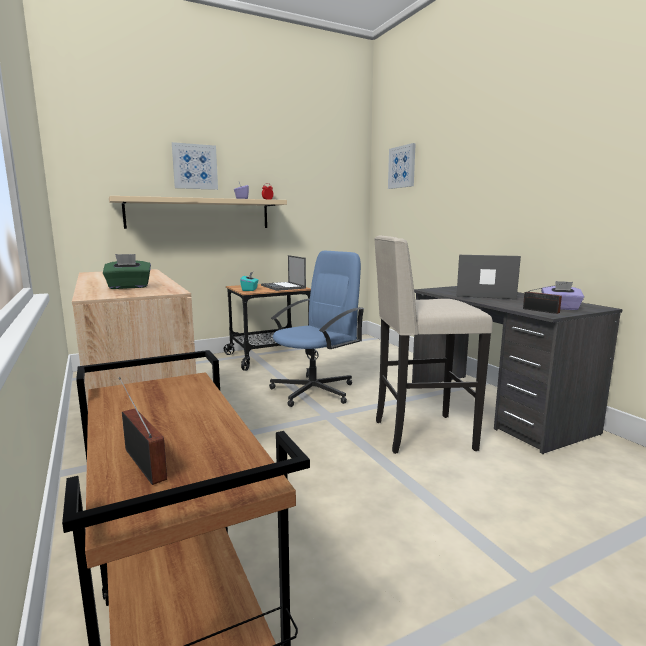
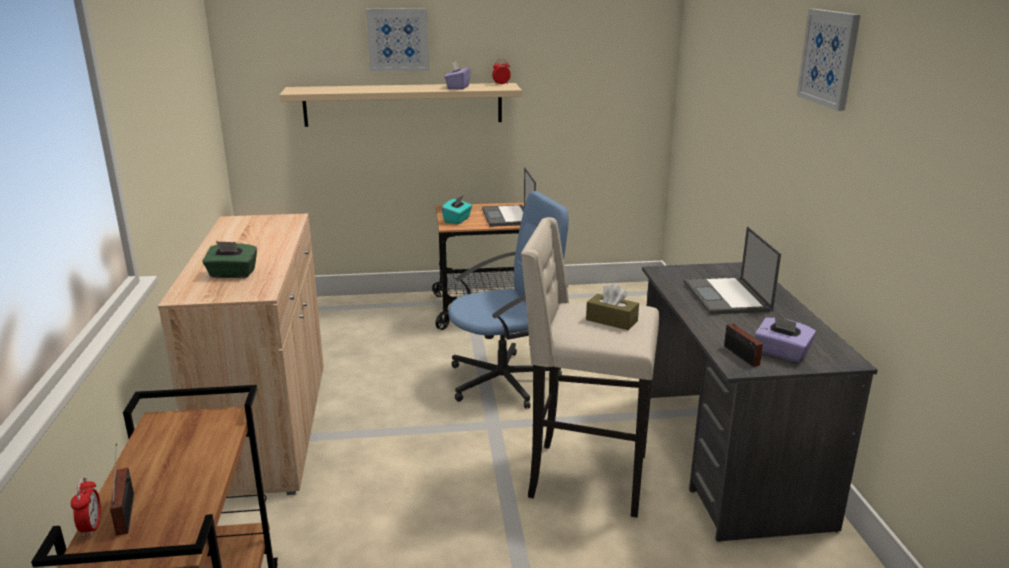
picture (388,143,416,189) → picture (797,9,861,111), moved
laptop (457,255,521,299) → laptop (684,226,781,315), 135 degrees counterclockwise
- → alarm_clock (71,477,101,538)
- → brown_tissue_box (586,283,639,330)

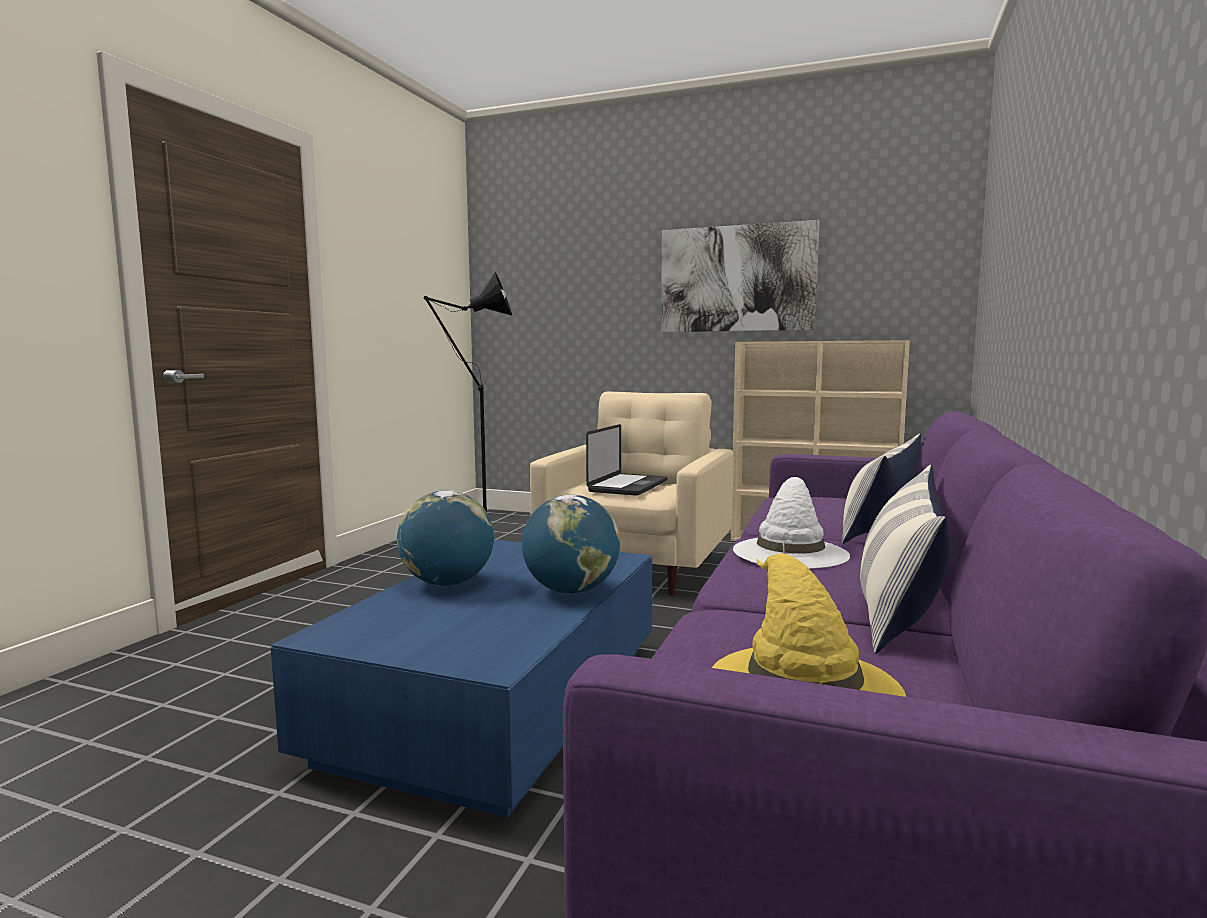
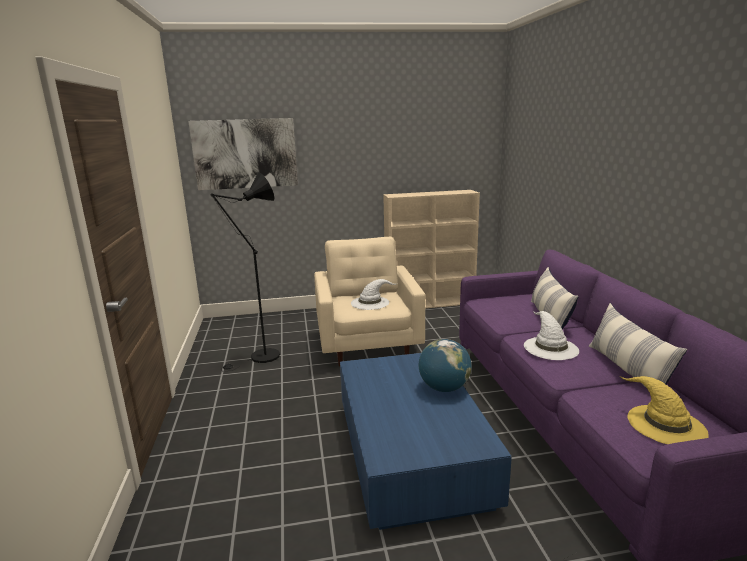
globe (397,490,494,586) → -
laptop (586,424,667,496) → white_hat (351,279,398,310)
picture (661,220,819,332) → picture (188,118,298,190), moved

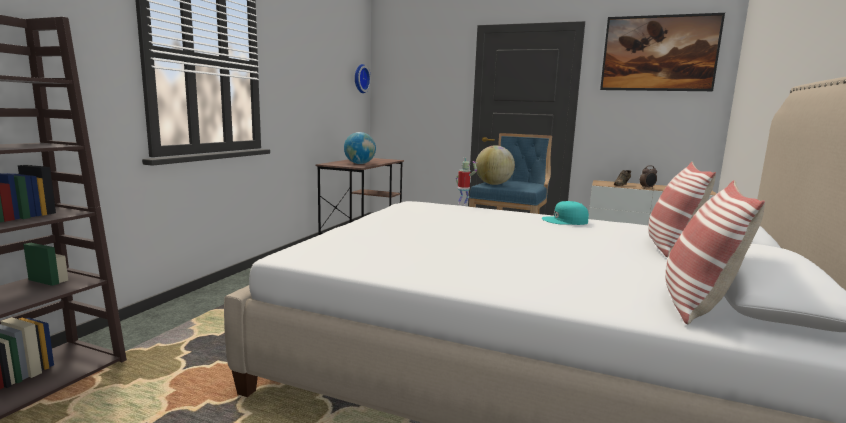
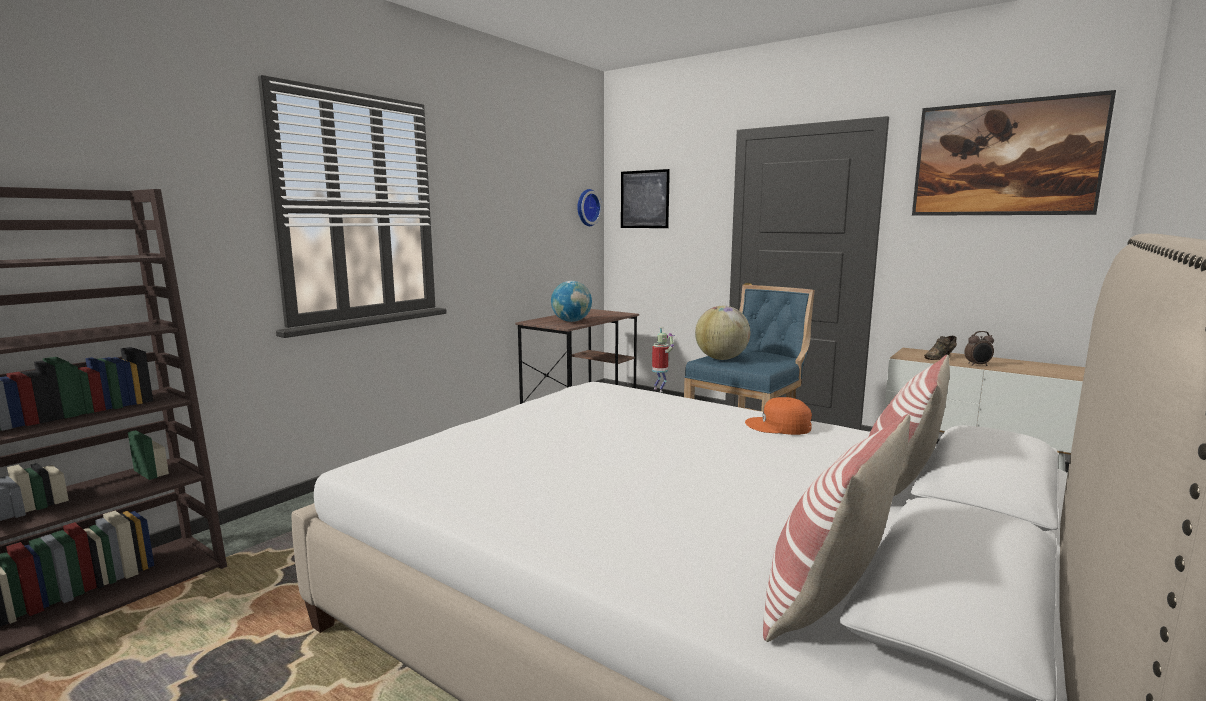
turquoise_cap (542,201,589,225) → orange_cap (745,397,812,435)
- → picture (621,169,670,228)

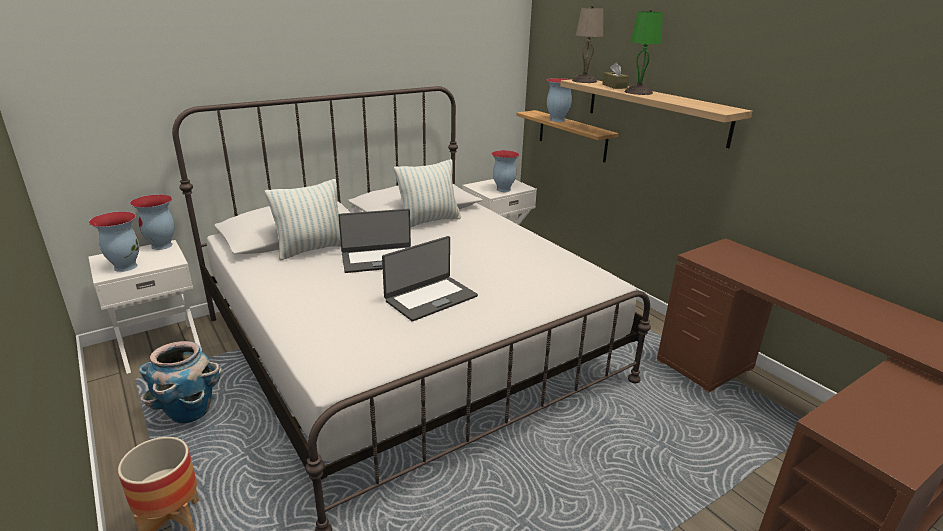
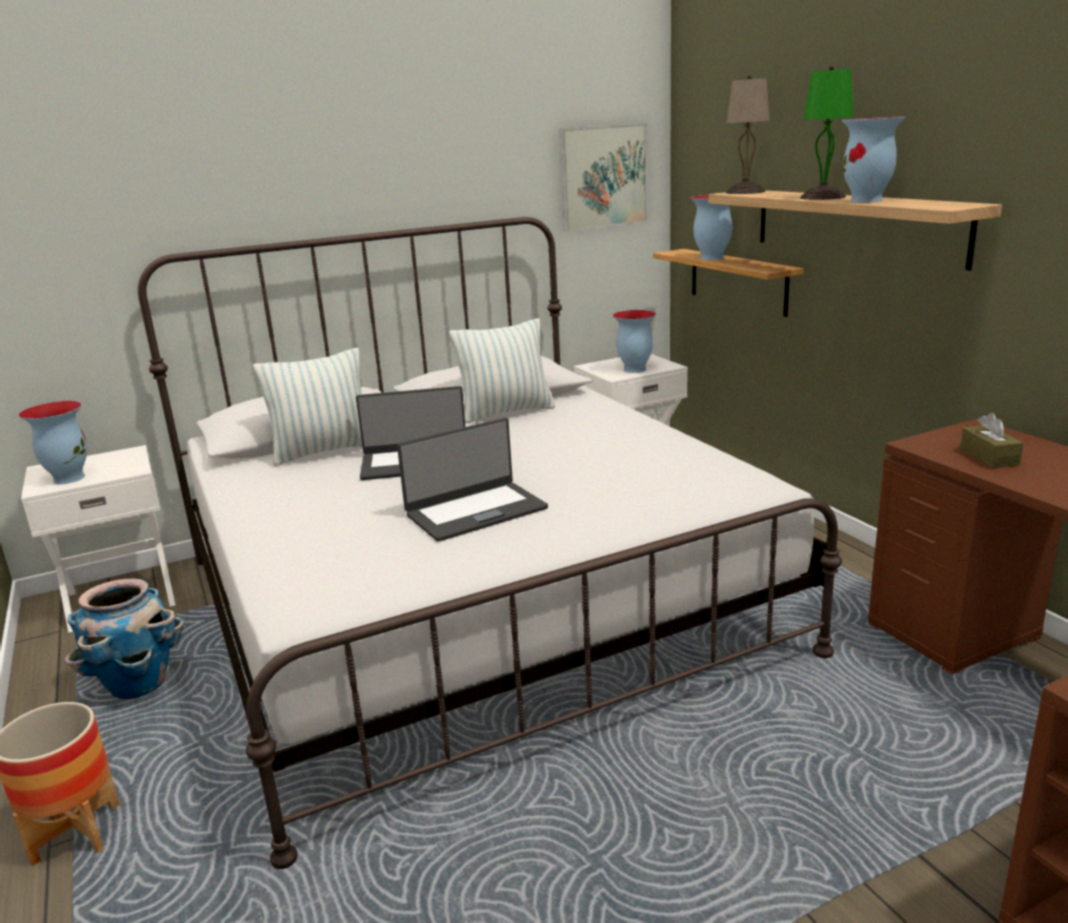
vase (130,194,175,250) → vase (841,117,905,202), moved
brown_tissue_box (602,62,629,89) → brown_tissue_box (960,413,1024,468), moved
- → picture (559,123,648,232)

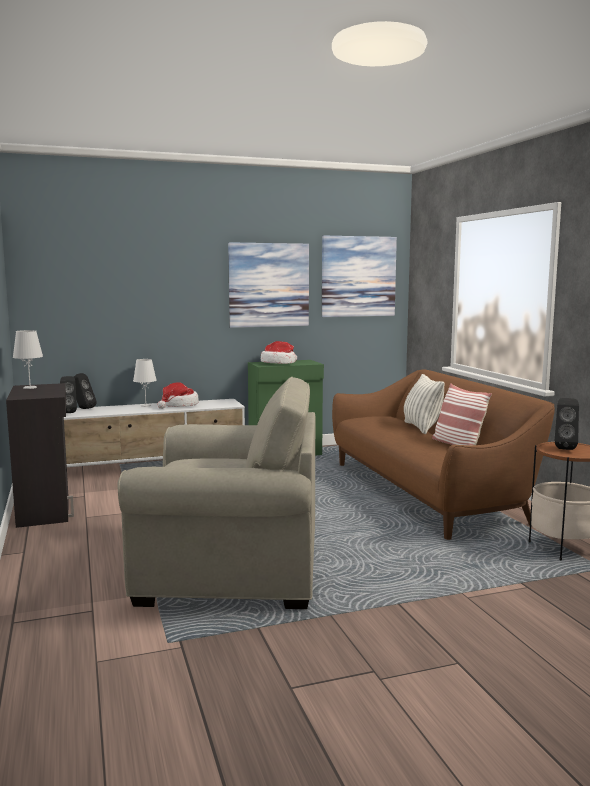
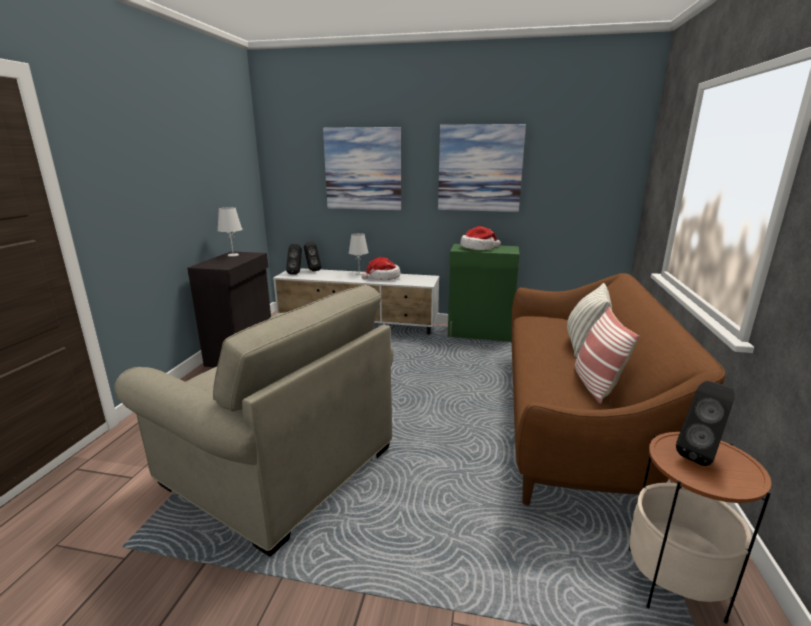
picture (322,236,397,317) → picture (323,127,401,210), moved

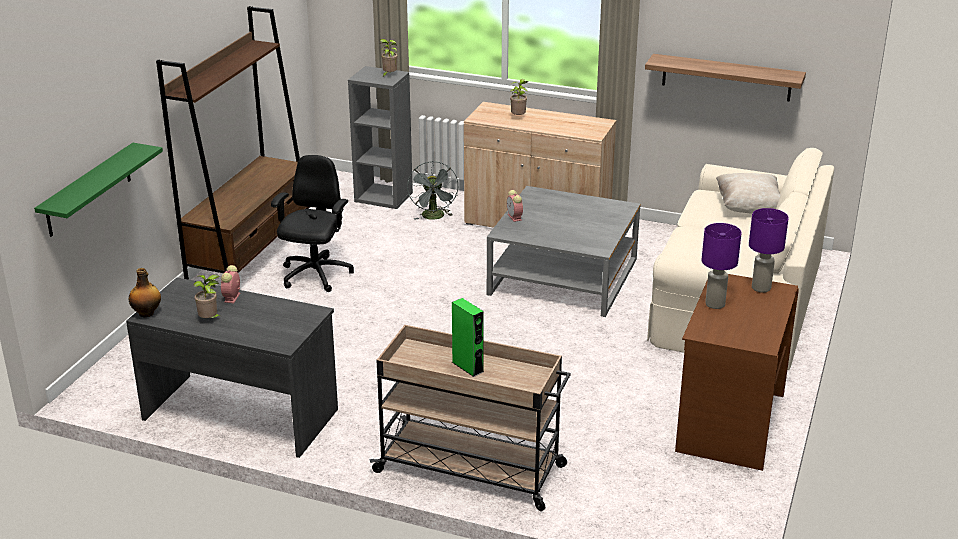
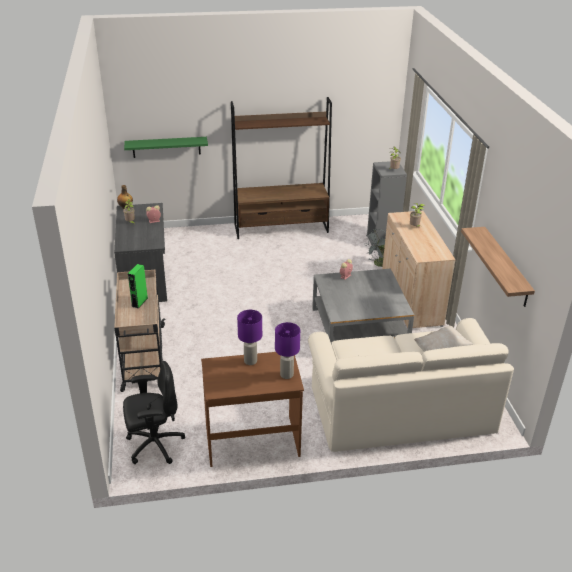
black_office_chair (271,155,354,292) → black_office_chair (123,361,185,464), moved

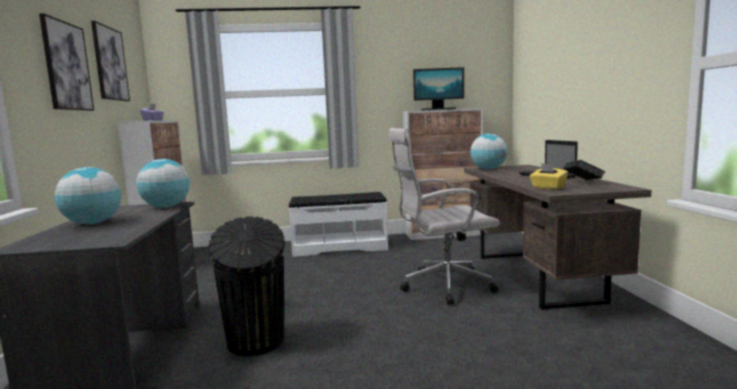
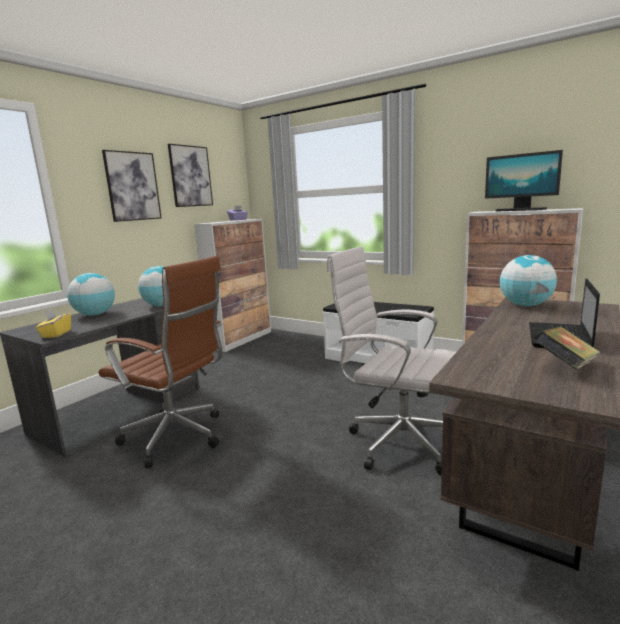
black_trash_can (209,216,285,356) → brown_office_chair (99,256,222,468)
yellow_tissue_box (530,163,568,189) → yellow_tissue_box (36,309,71,338), moved

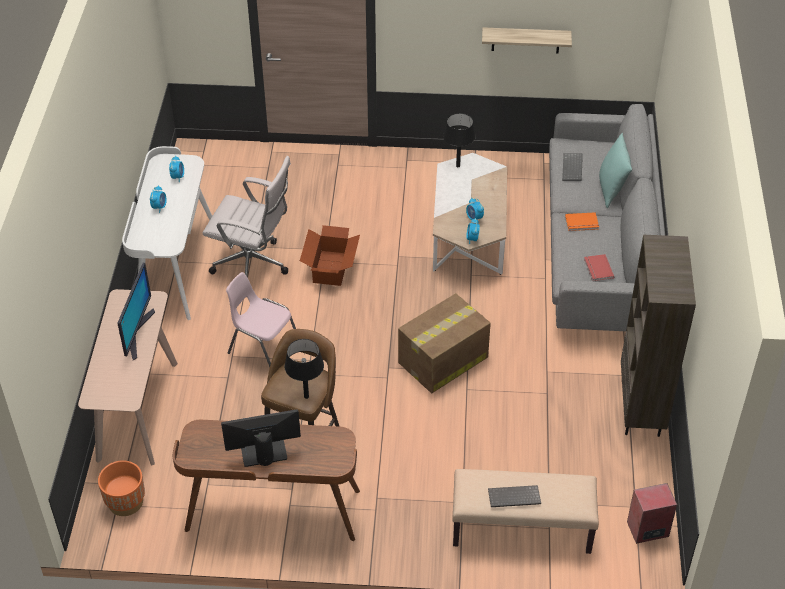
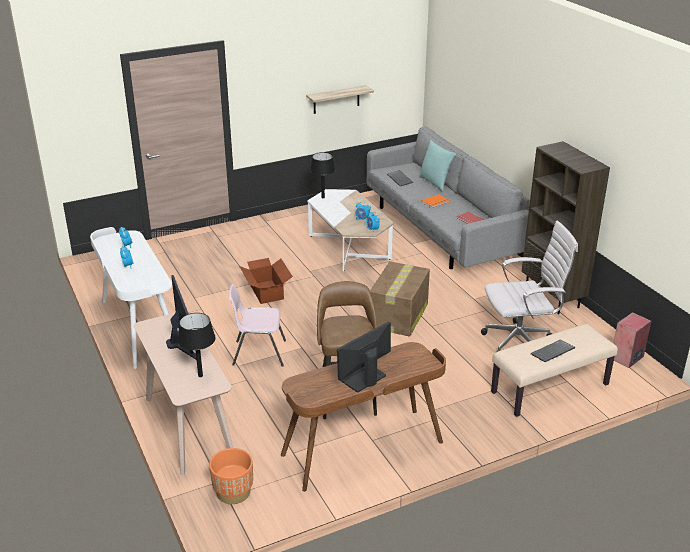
white_office_chair (203,156,291,276) → white_office_chair (481,221,578,351), moved
black_table_lamp (285,339,324,399) → black_table_lamp (178,313,216,377), moved

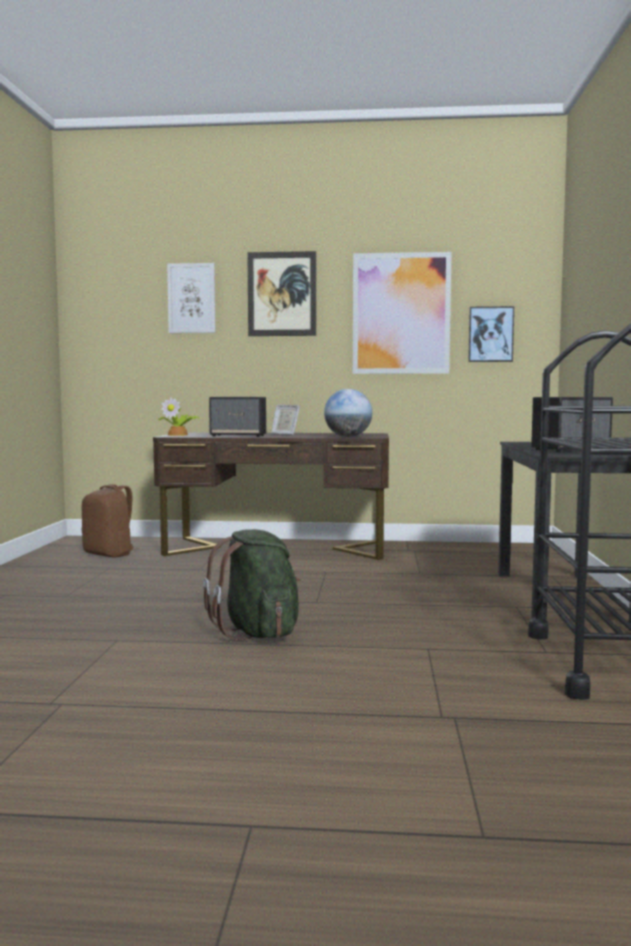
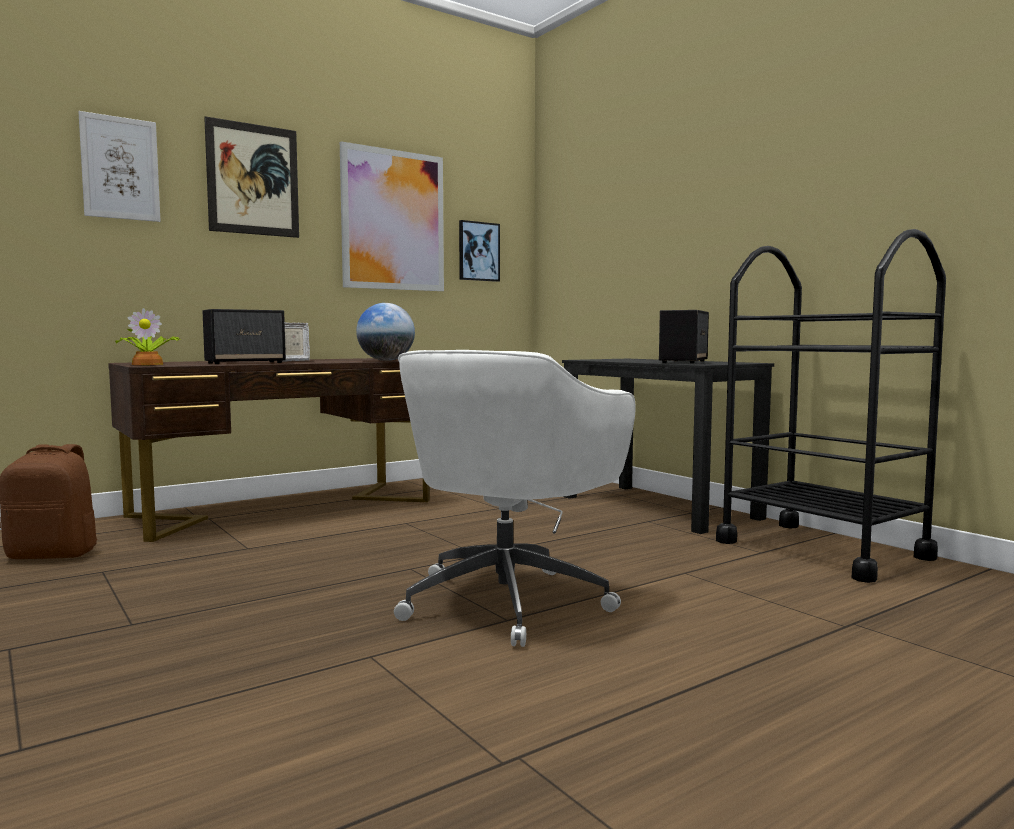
green_backpack (203,529,301,641) → white_office_chair (394,350,635,647)

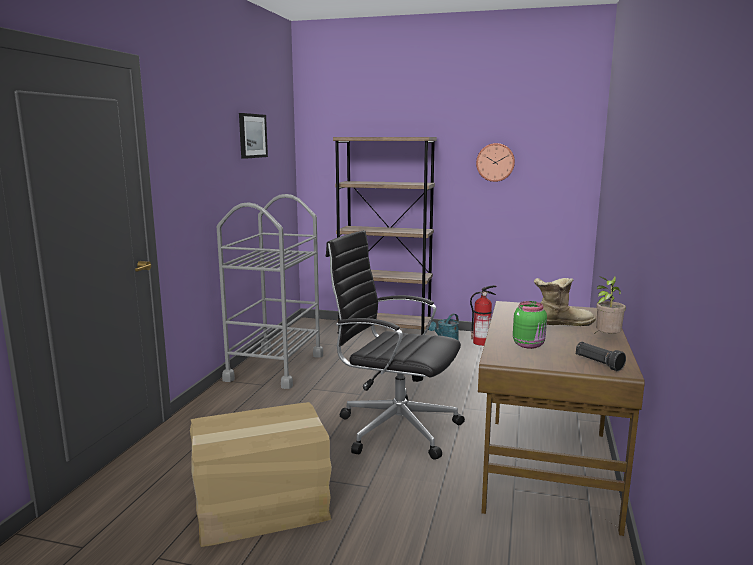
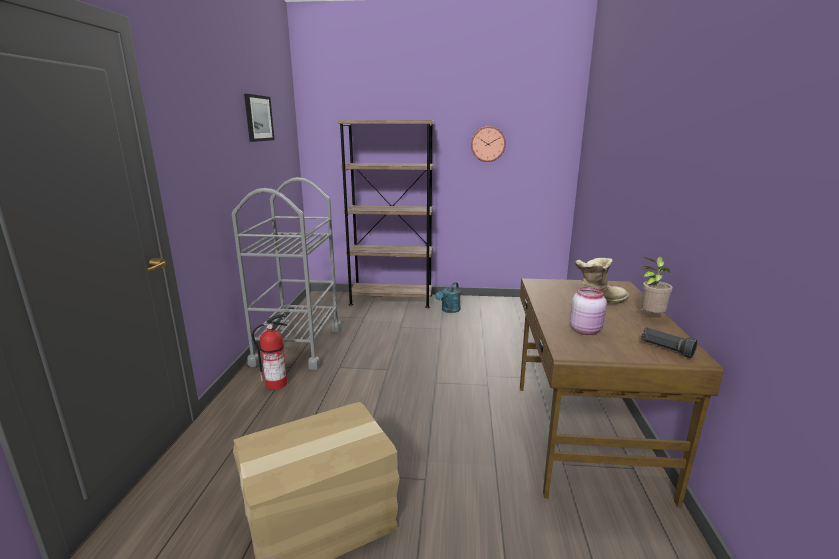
black_office_chair (326,230,465,460) → -
fire_extinguisher (470,285,497,346) → fire_extinguisher (252,314,287,390), moved
green_jar (513,301,547,349) → pink_jar (570,287,607,335)

